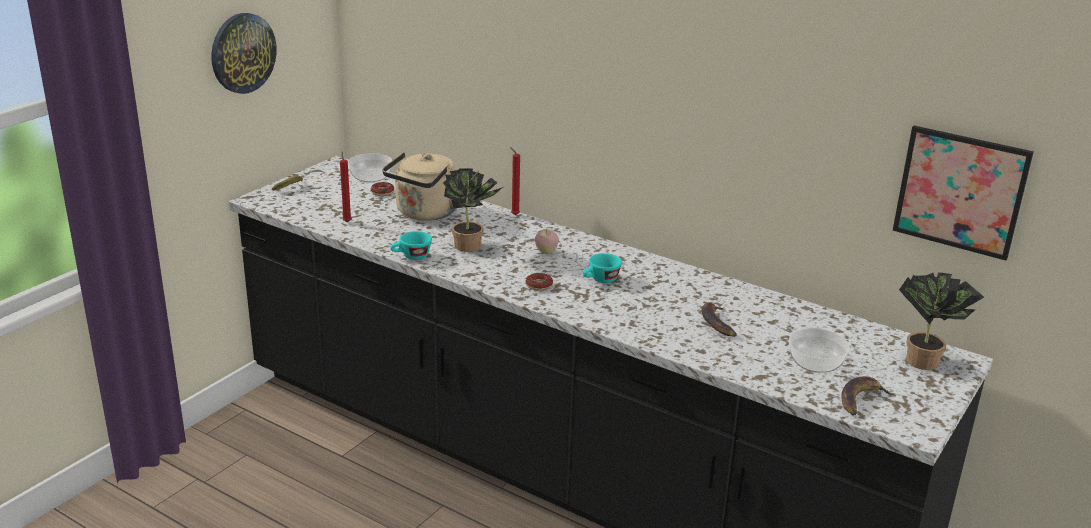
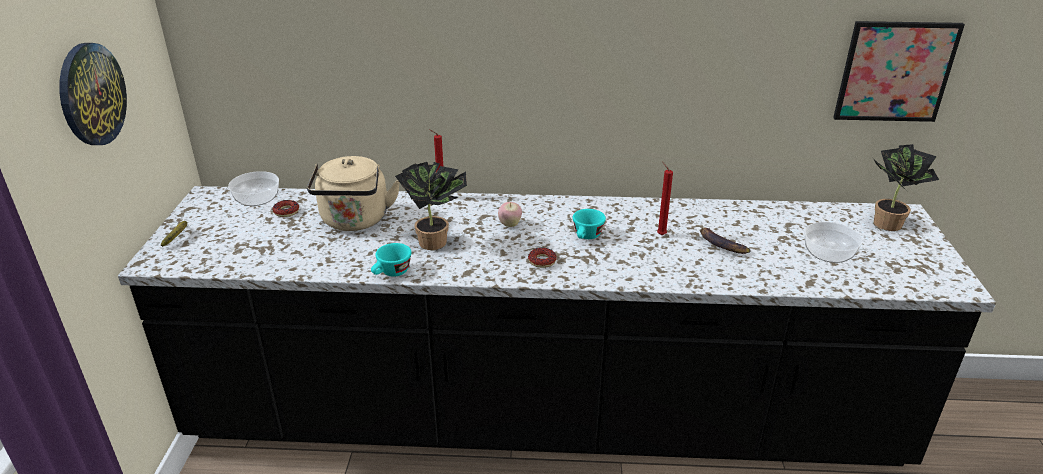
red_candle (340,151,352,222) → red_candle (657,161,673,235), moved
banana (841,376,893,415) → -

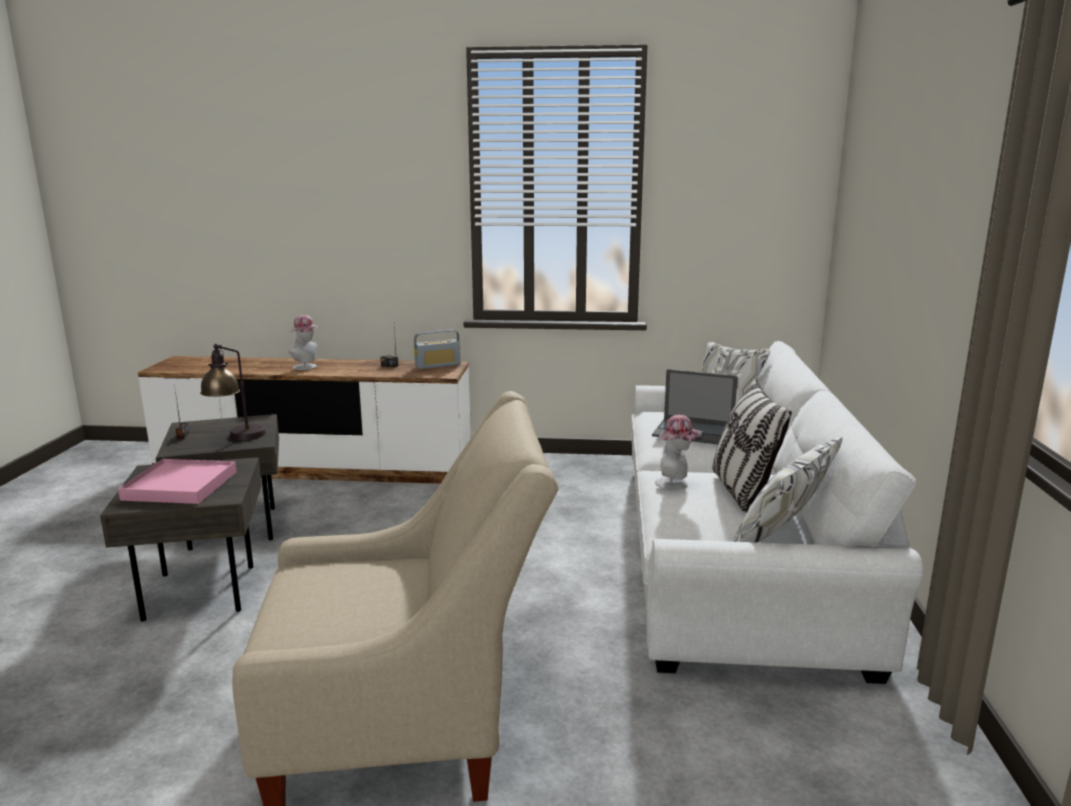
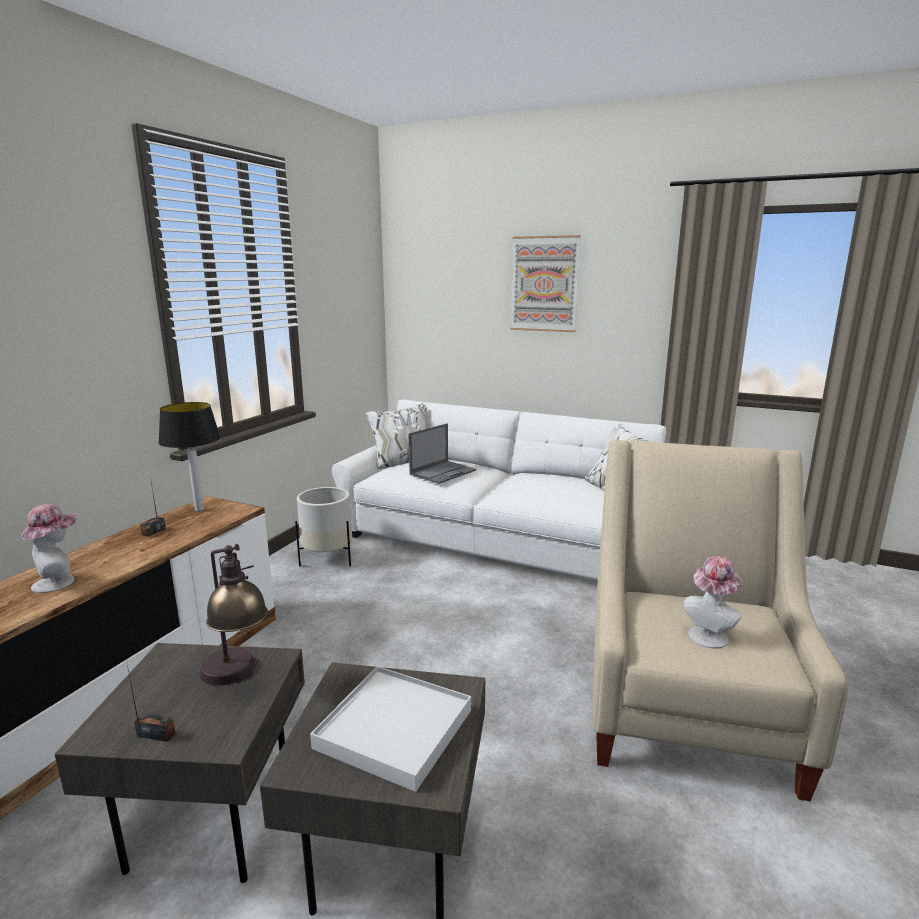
pink_tray (118,459,236,504) → white_tray (310,666,471,792)
radio (414,330,460,369) → table_lamp (158,402,220,511)
hat (655,415,702,490) → hat (684,556,743,649), moved
pillow (712,378,792,513) → -
- → white_planter (295,487,352,566)
- → picture (510,235,581,332)

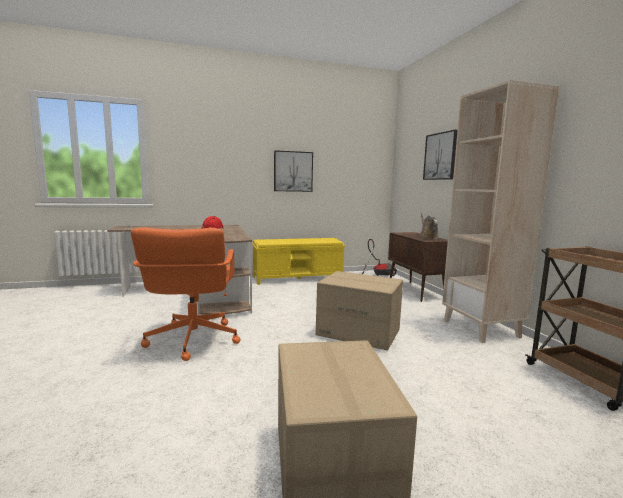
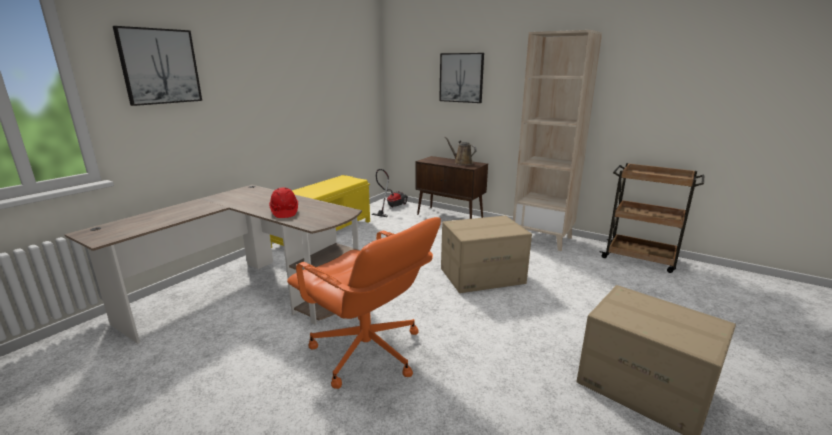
picture (274,150,313,192) → picture (113,26,202,106), moved

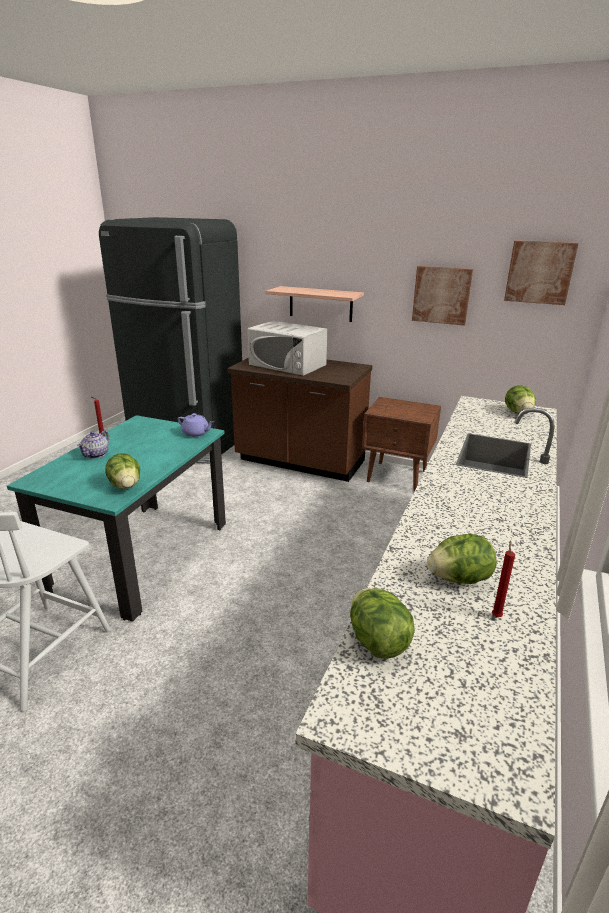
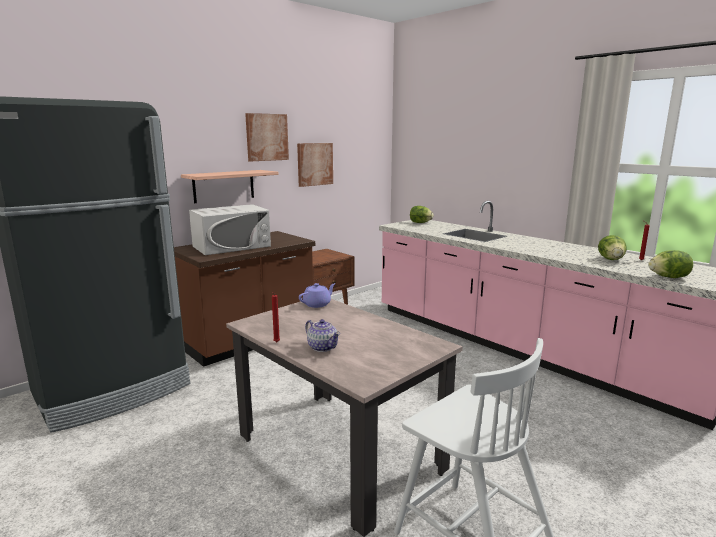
turquoise_dining_table (7,415,226,622) → beige_dining_table (226,299,463,537)
lettuce (105,453,140,489) → -
picture (504,240,578,305) → picture (245,113,289,162), moved

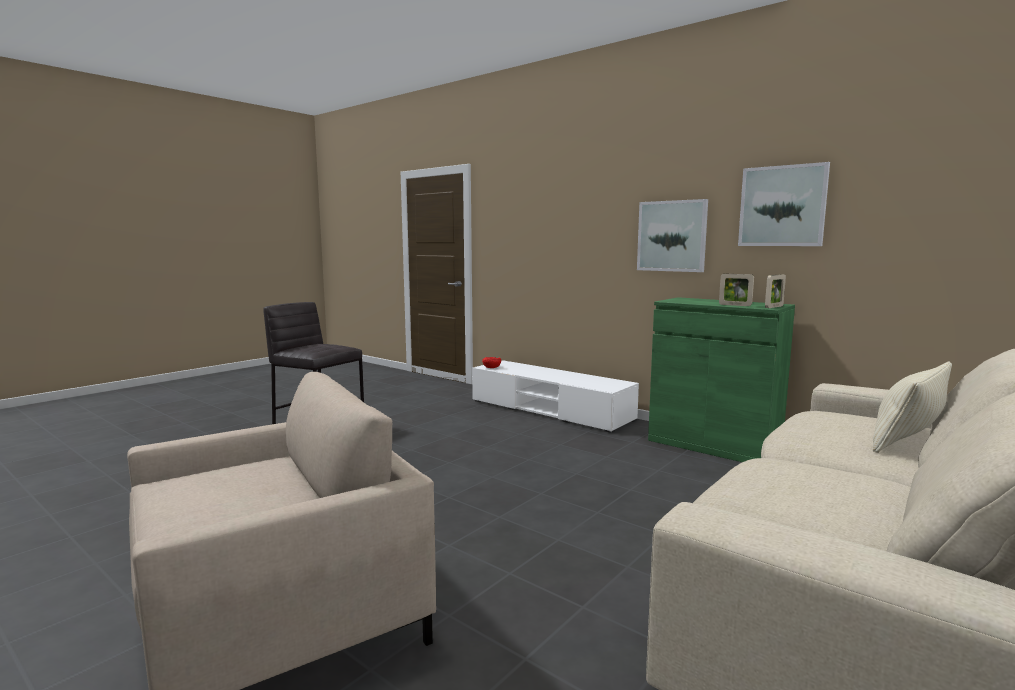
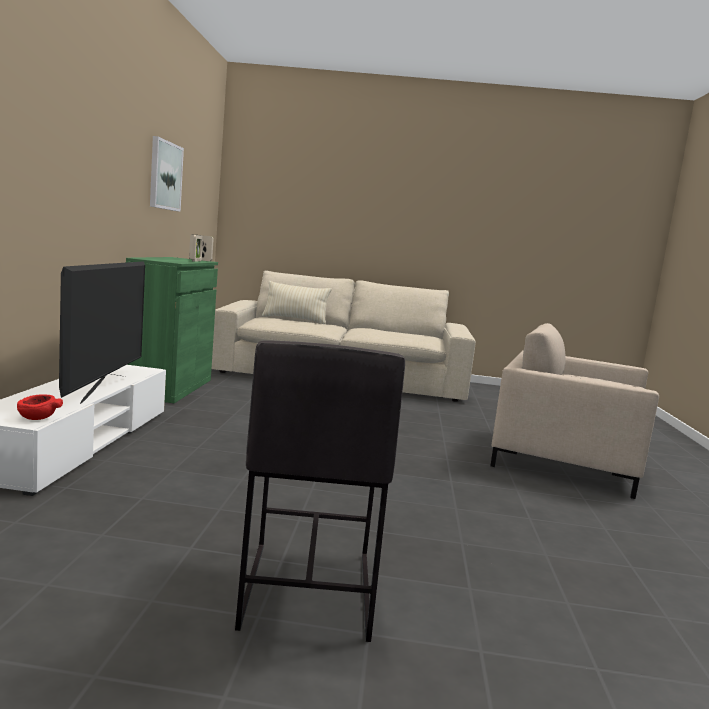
picture (637,199,708,272) → -
- → television (59,261,145,404)

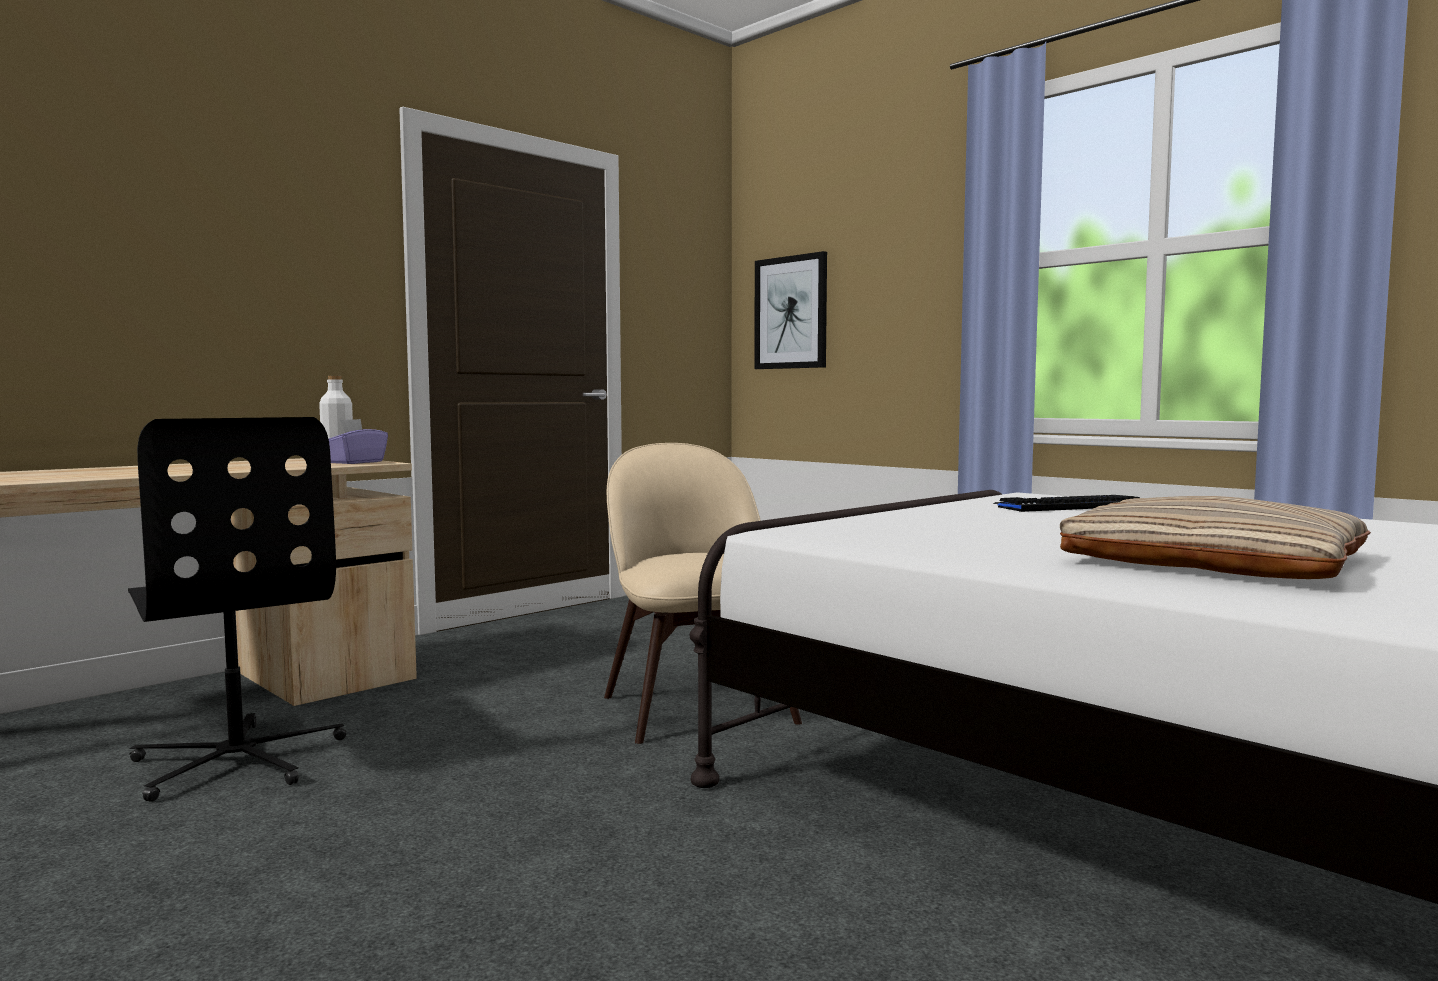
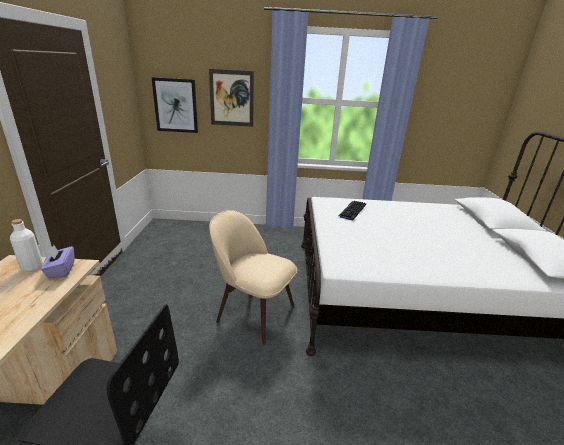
beige_pillow (1060,496,1371,579) → -
- → picture (209,69,254,127)

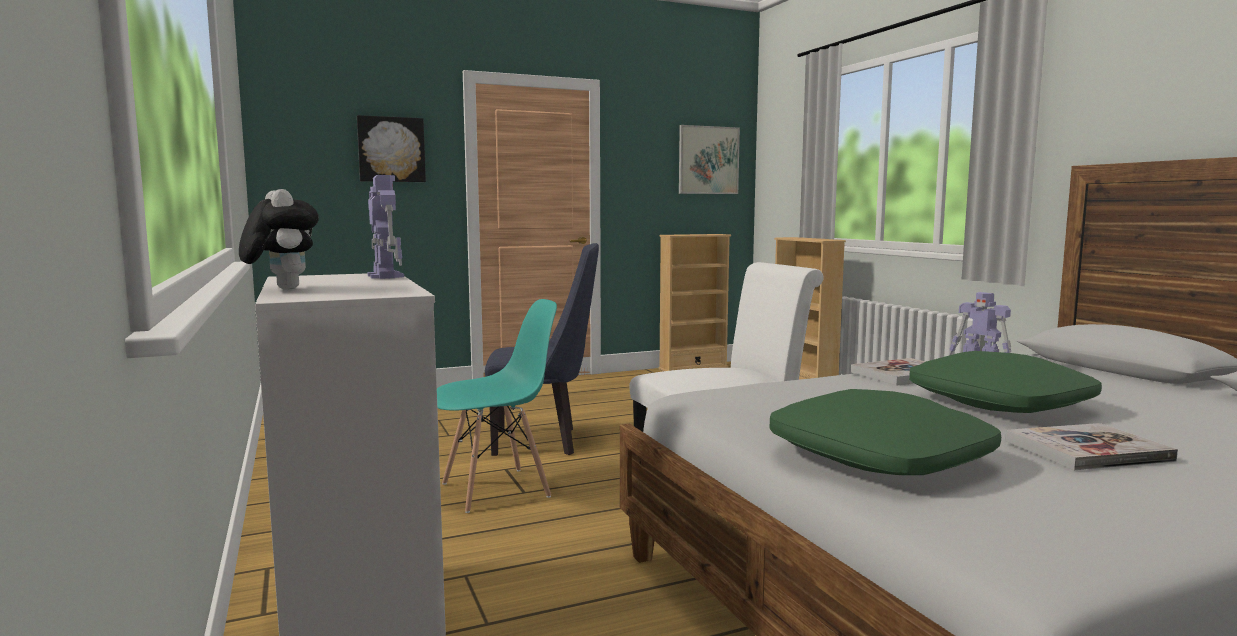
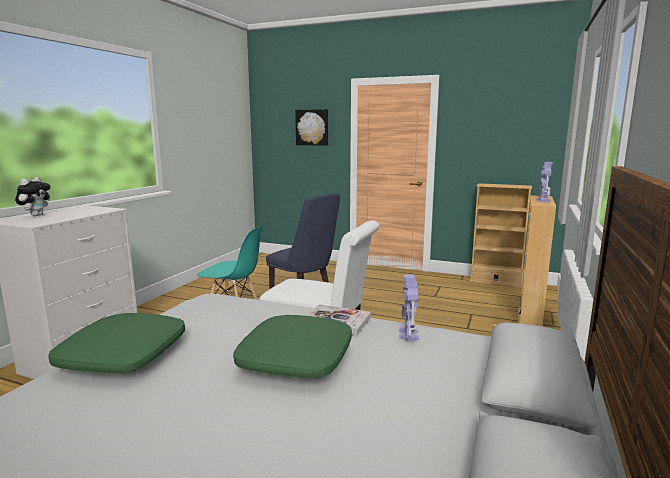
toy_robot (367,175,404,279) → toy_robot (536,162,553,202), moved
picture (679,125,740,194) → -
book (1005,423,1178,470) → -

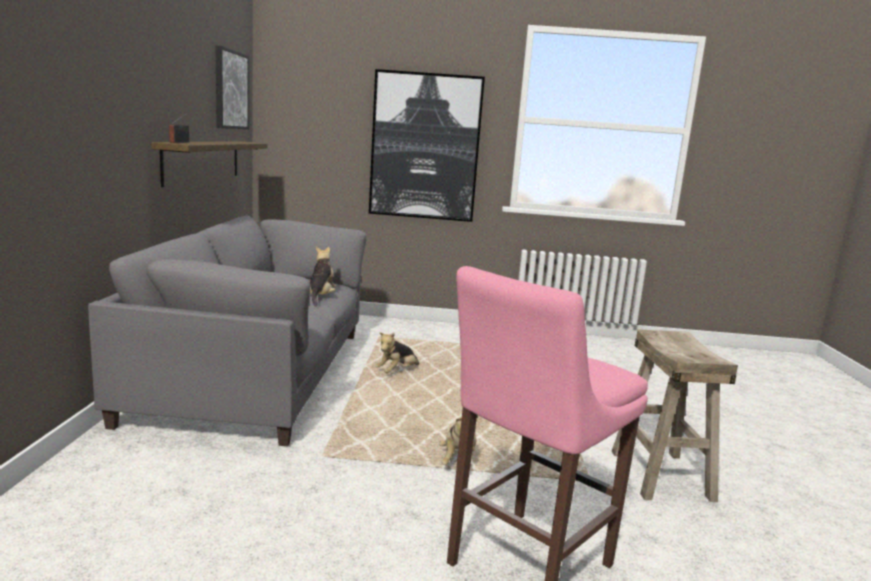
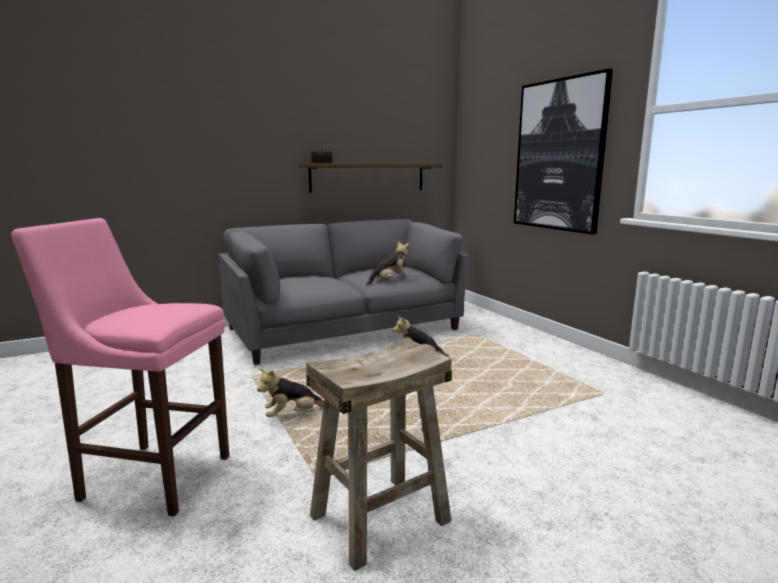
picture (216,45,249,129) → -

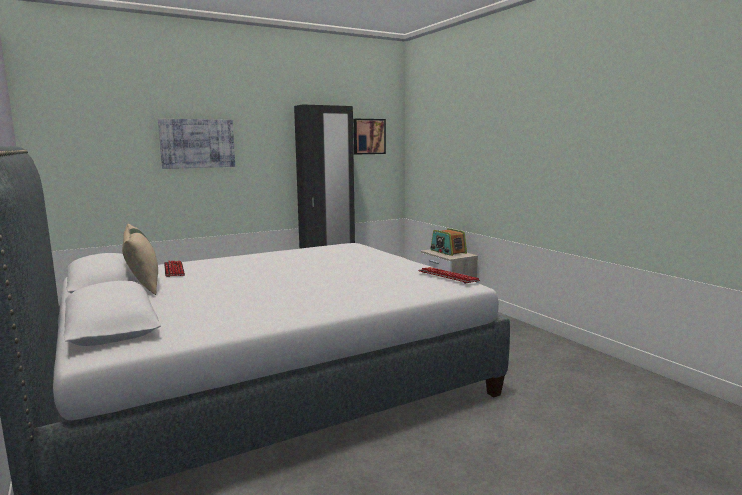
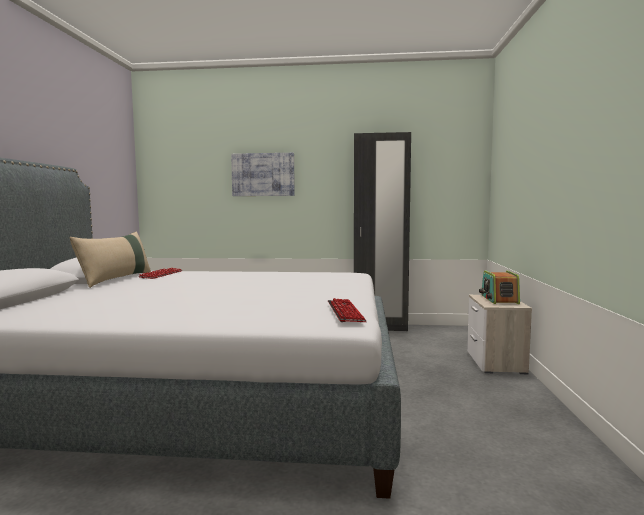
picture (353,119,386,154) → -

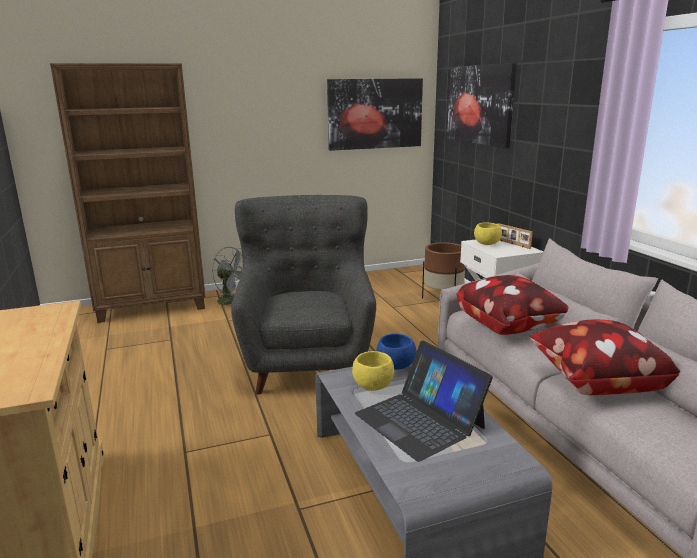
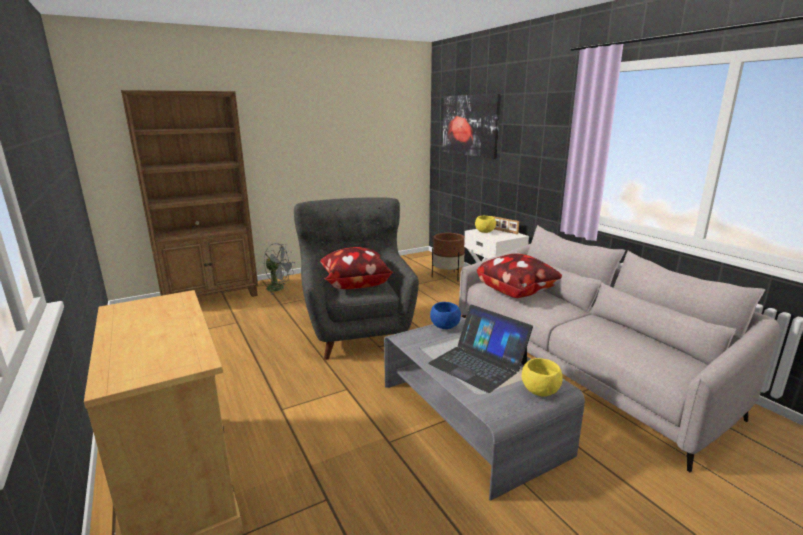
picture (327,78,423,151) → -
yellow_bowl (352,351,394,391) → yellow_bowl (522,358,563,397), moved
pillow (529,320,680,395) → pillow (320,247,393,289), moved

